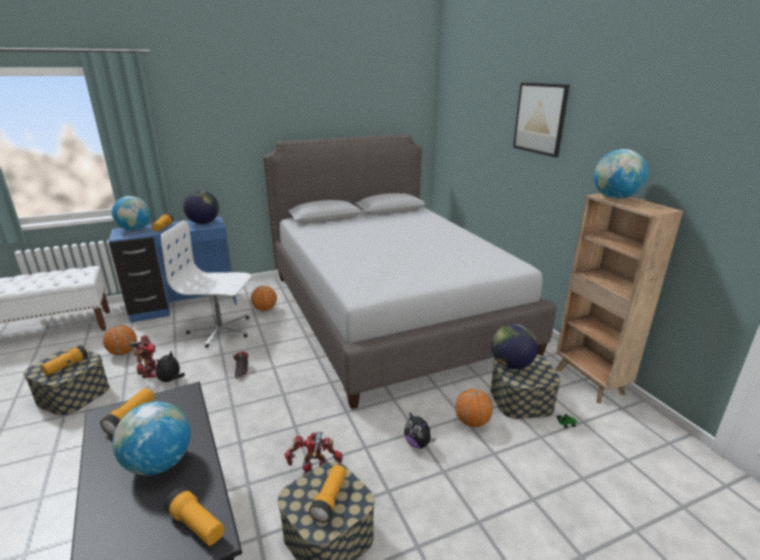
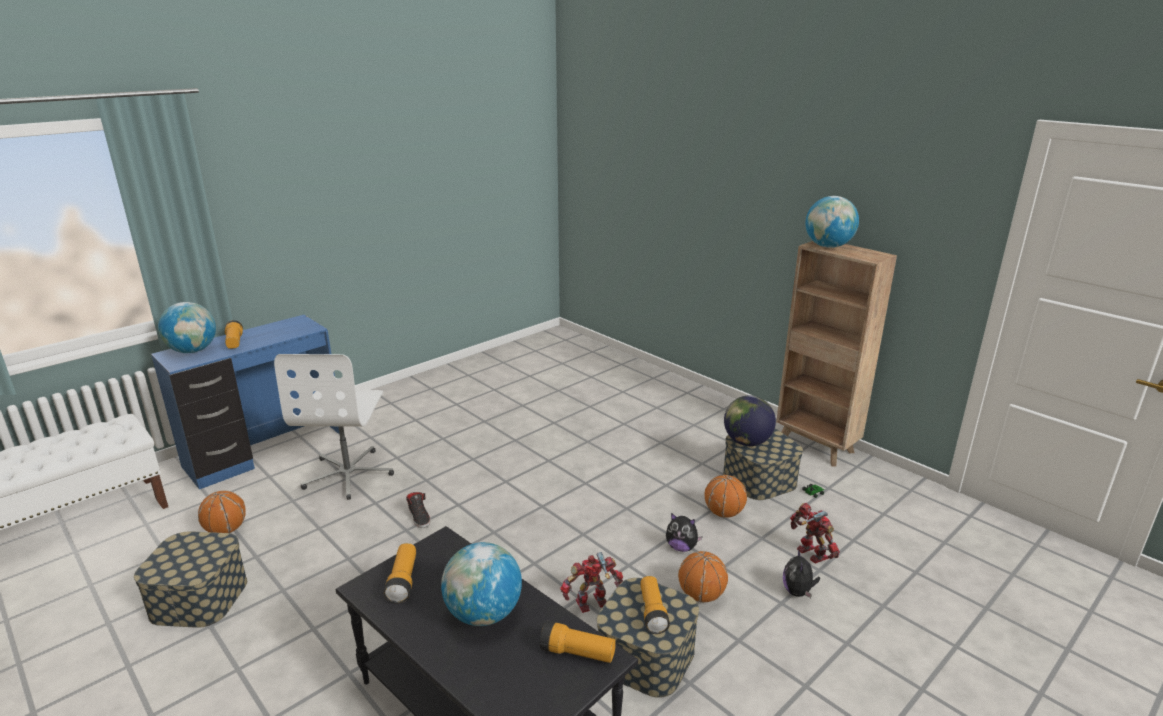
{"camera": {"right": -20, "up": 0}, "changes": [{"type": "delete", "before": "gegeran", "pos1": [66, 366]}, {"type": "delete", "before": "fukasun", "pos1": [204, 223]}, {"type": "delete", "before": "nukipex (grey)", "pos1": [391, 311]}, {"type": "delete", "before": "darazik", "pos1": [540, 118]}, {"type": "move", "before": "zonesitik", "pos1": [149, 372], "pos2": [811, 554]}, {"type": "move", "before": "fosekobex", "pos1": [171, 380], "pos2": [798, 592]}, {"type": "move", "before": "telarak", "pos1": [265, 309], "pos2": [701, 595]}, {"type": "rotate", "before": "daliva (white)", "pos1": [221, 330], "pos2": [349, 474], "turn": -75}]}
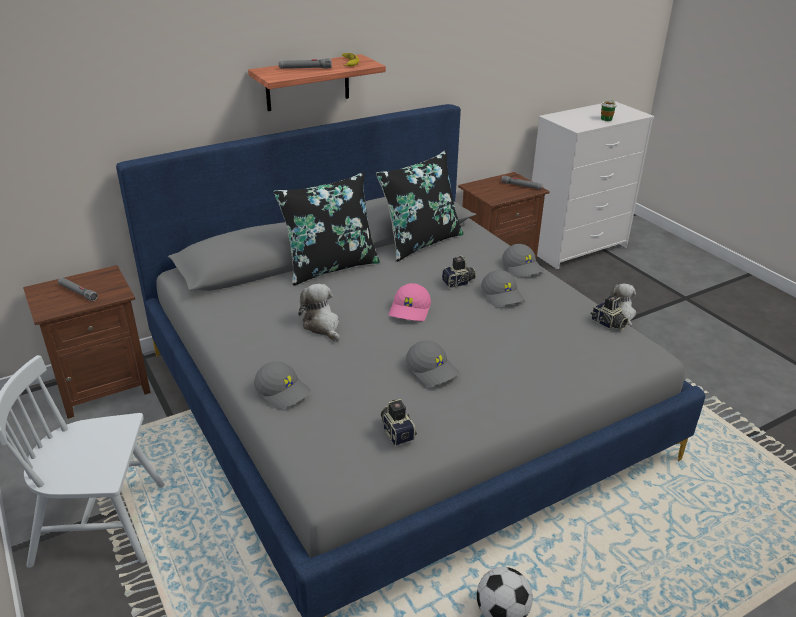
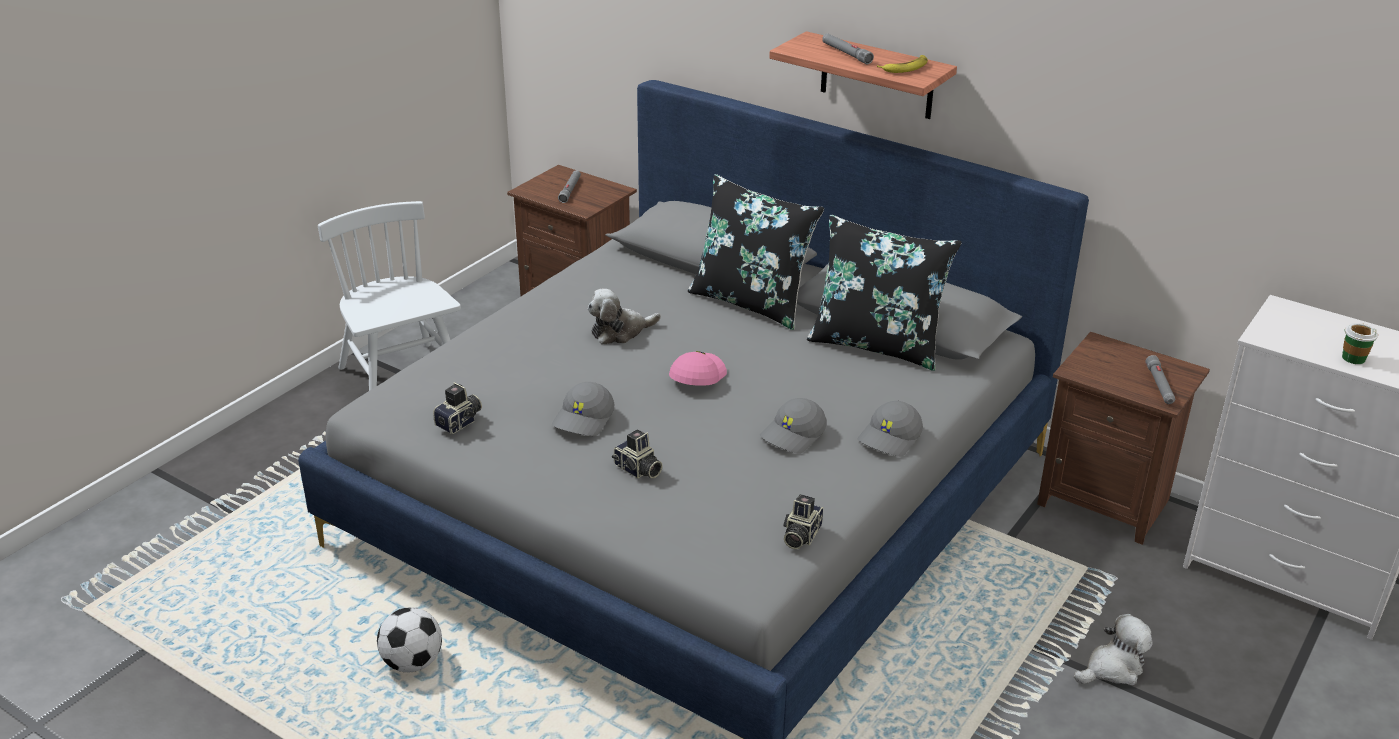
{"camera": {"right": 65, "up": 0}, "changes": [{"type": "delete", "before": "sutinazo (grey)", "pos1": [283, 391]}, {"type": "move", "before": "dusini", "pos1": [459, 283], "pos2": [637, 470]}, {"type": "rotate", "before": "fosekobex", "pos1": [322, 326], "pos2": [620, 332], "turn": -150}, {"type": "rotate", "before": "sutinazo (pink)", "pos1": [410, 310], "pos2": [696, 376], "turn": 120}]}
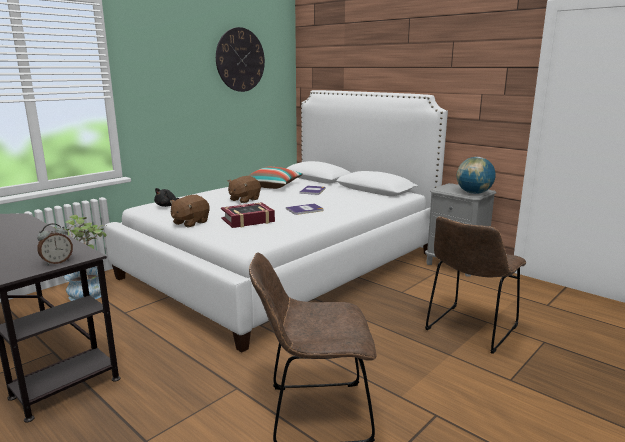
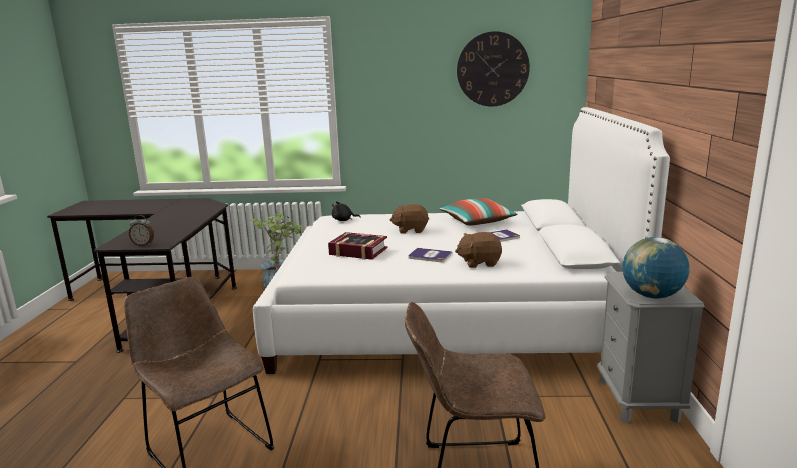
{"camera": {"right": 50, "up": 0}, "changes": [{"type": "move", "before": "fosekobex (brown)", "pos1": [190, 222], "pos2": [479, 262]}]}
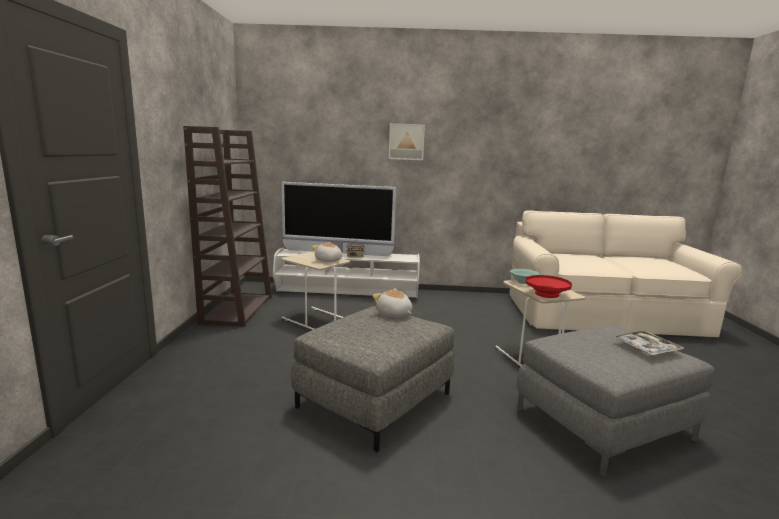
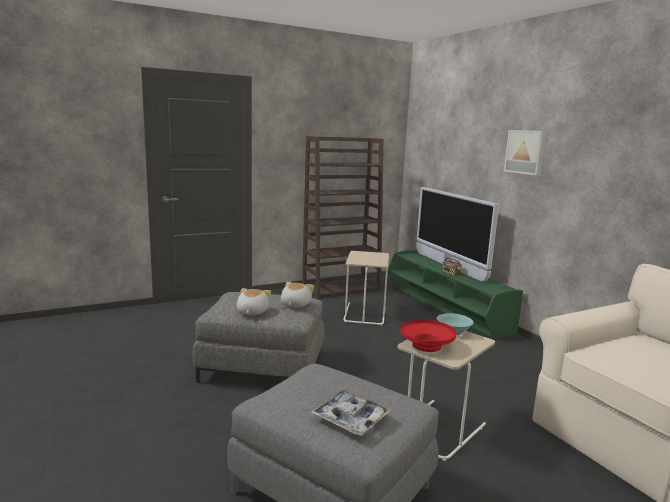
{"camera": {"right": 60, "up": 0}, "changes": [{"type": "move", "before": "fosekobex", "pos1": [328, 260], "pos2": [251, 312]}, {"type": "recolor", "before": "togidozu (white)", "after": "togidozu (green)", "pos1": [348, 292], "pos2": [445, 309]}]}
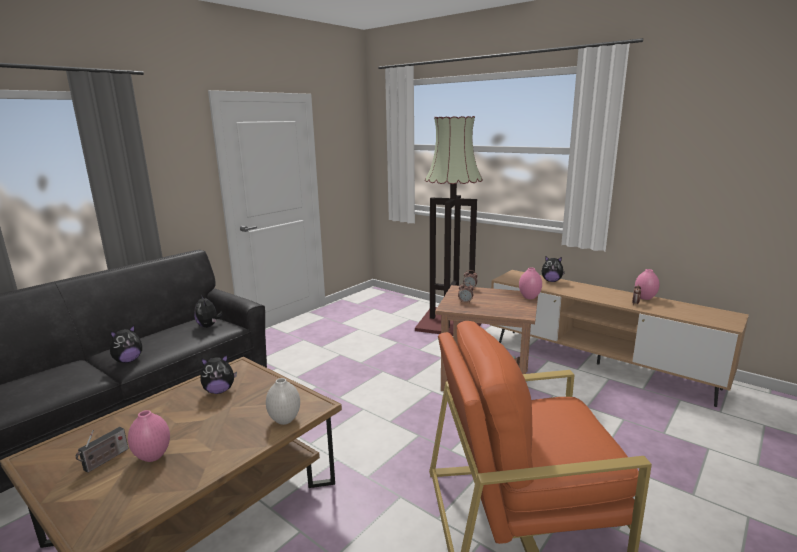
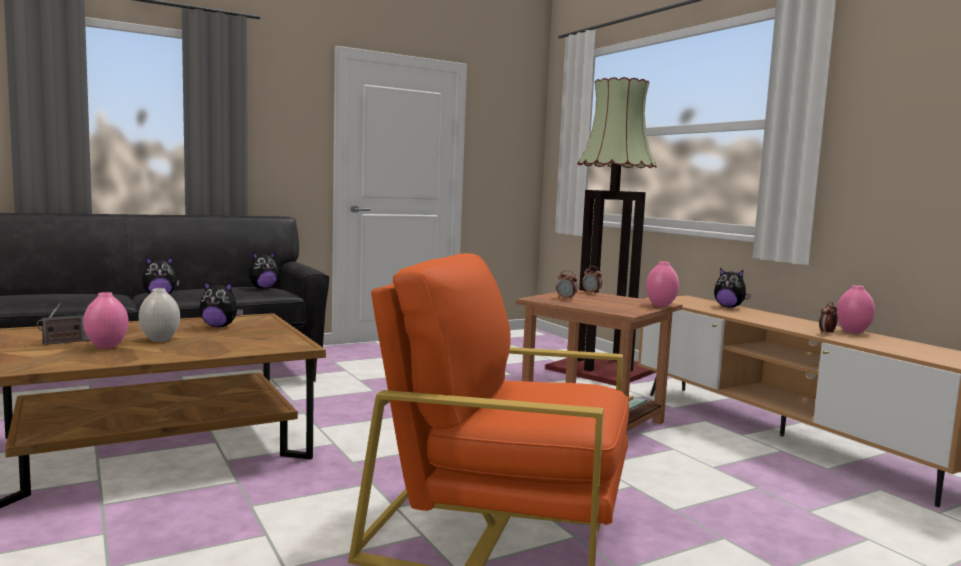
{"camera": {"right": 20, "up": -10}, "changes": [{"type": "move", "before": "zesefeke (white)", "pos1": [284, 420], "pos2": [160, 340]}, {"type": "rotate", "before": "fosekobex", "pos1": [209, 326], "pos2": [263, 288], "turn": -120}]}
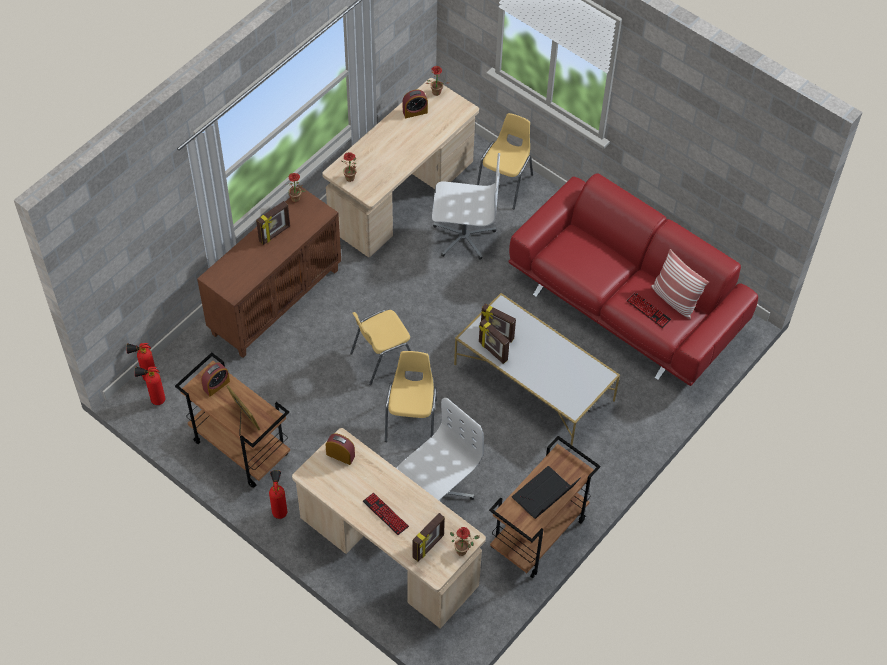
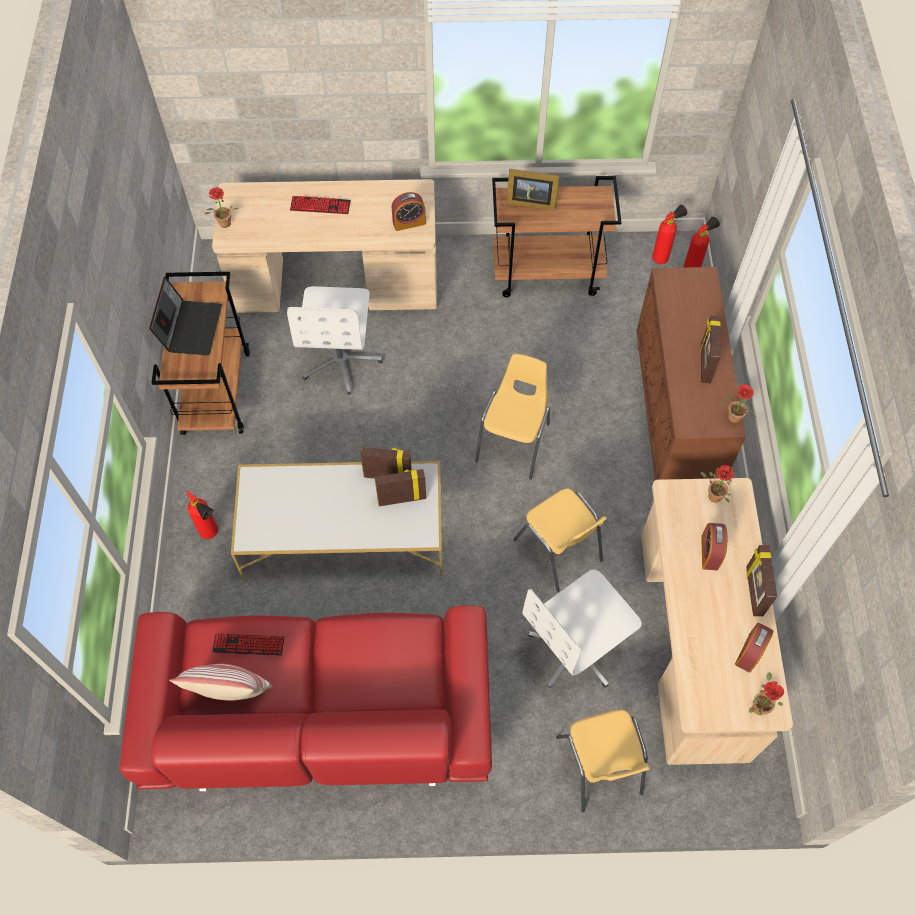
{"camera": {"right": 140, "up": 5}, "changes": [{"type": "move", "before": "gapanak", "pos1": [216, 385], "pos2": [709, 552]}, {"type": "move", "before": "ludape", "pos1": [279, 509], "pos2": [212, 534]}, {"type": "move", "before": "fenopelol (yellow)", "pos1": [412, 420], "pos2": [559, 550]}, {"type": "move", "before": "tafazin", "pos1": [428, 547], "pos2": [753, 591]}]}
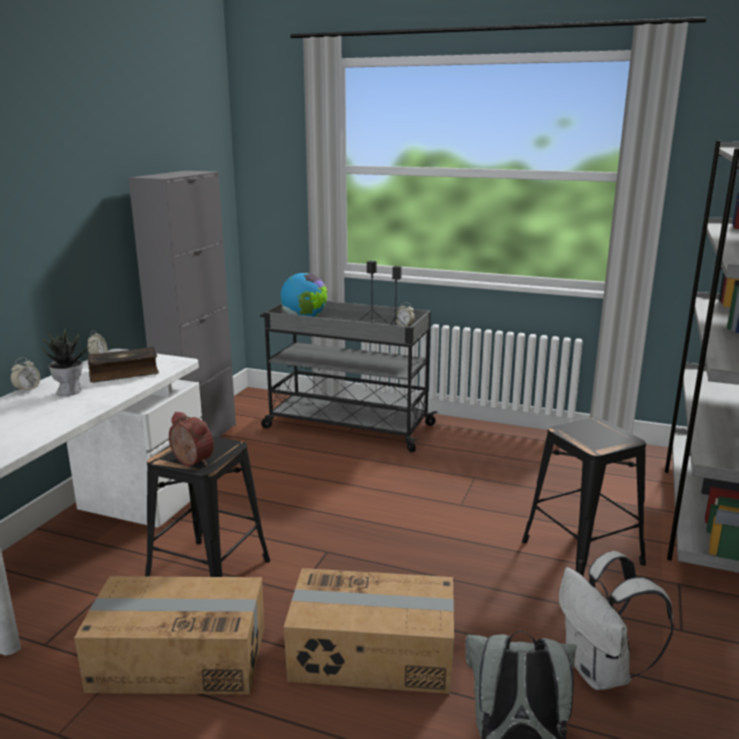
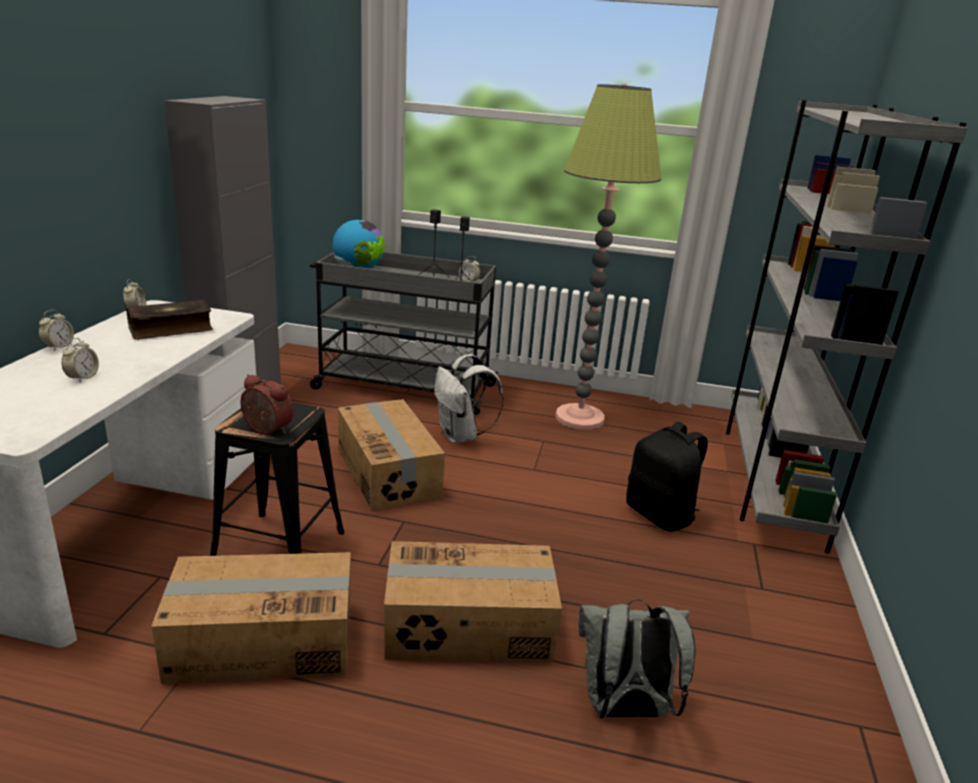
{"camera": {"right": -10, "up": 5}, "changes": [{"type": "delete", "before": "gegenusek", "pos1": [70, 391]}, {"type": "insert", "after": "gapanak", "pos2": [82, 378]}, {"type": "insert", "after": "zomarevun", "pos2": [389, 472]}, {"type": "insert", "after": "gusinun", "pos2": [579, 418]}, {"type": "move", "before": "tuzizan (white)", "pos1": [601, 672], "pos2": [461, 436]}, {"type": "replace", "before": "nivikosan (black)", "after": "tuzizan (black)", "pos1": [583, 552], "pos2": [660, 515]}]}
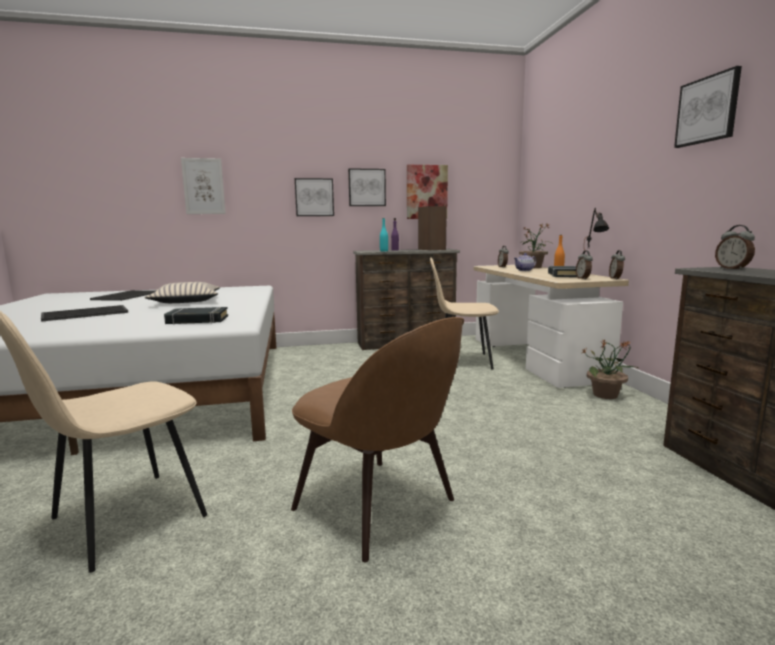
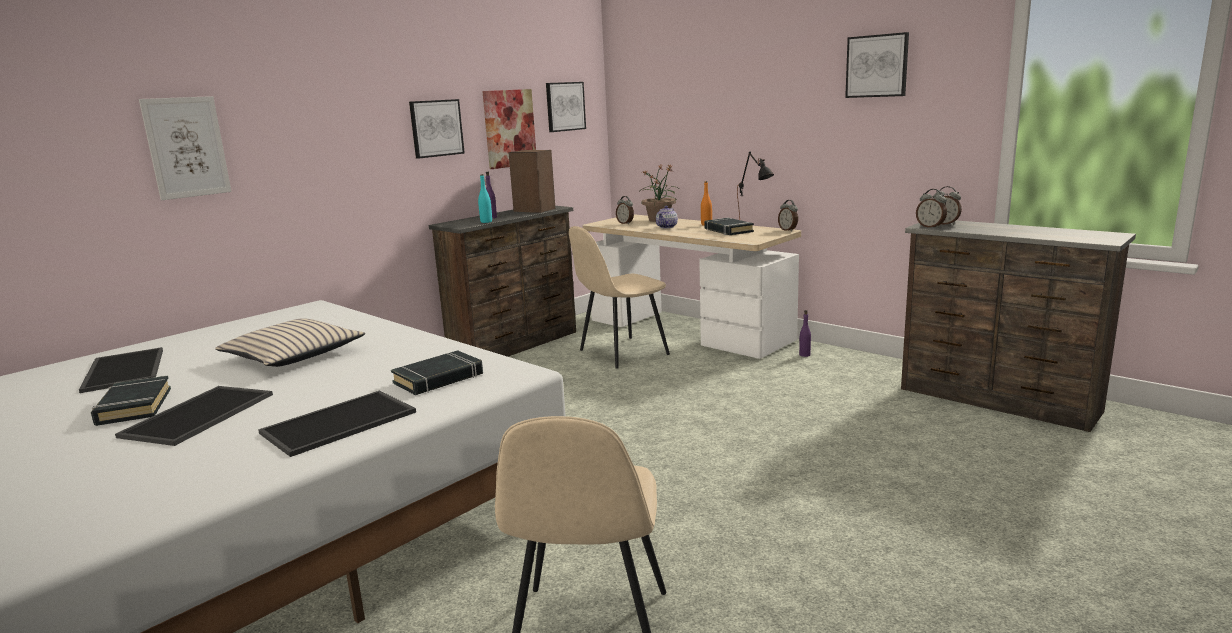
{"camera": {"right": -35, "up": 5}, "changes": [{"type": "delete", "before": "fenopelol (brown)", "pos1": [379, 507]}, {"type": "insert", "after": "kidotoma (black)", "pos2": [134, 406]}, {"type": "insert", "after": "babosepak", "pos2": [339, 424]}, {"type": "move", "before": "darazik", "pos1": [314, 197], "pos2": [565, 106]}, {"type": "move", "before": "gapanak", "pos1": [583, 279], "pos2": [930, 227]}, {"type": "replace", "before": "gegenusek", "after": "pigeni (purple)", "pos1": [606, 395], "pos2": [804, 355]}]}
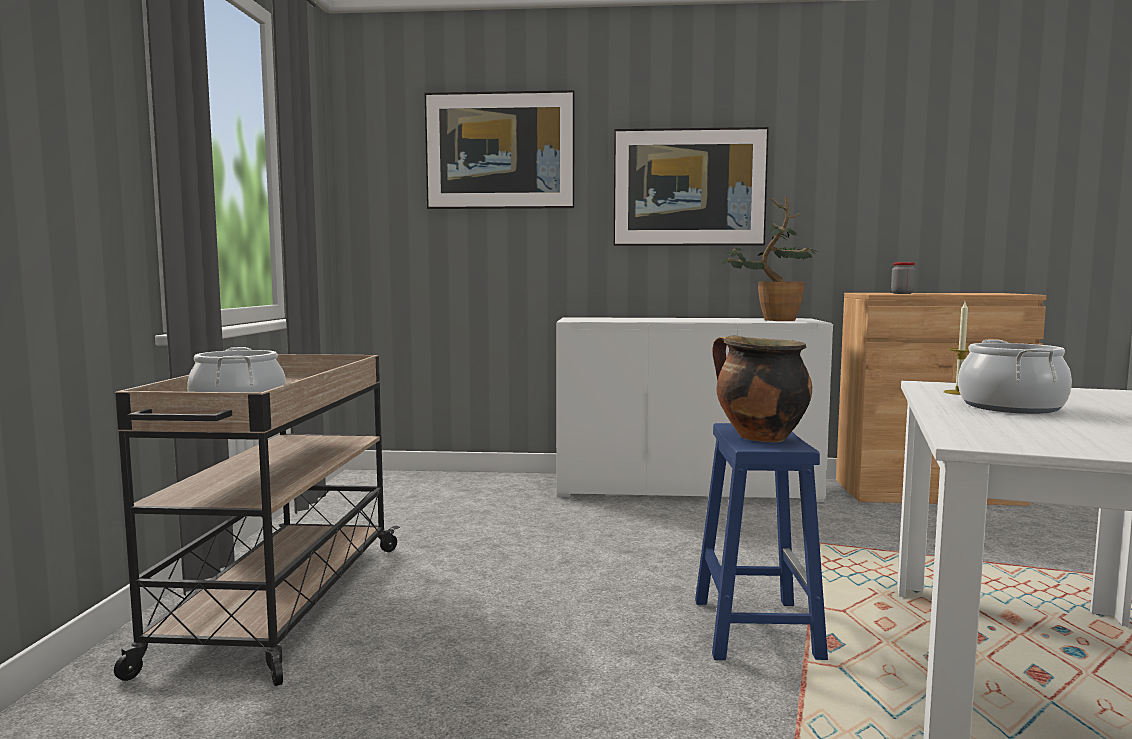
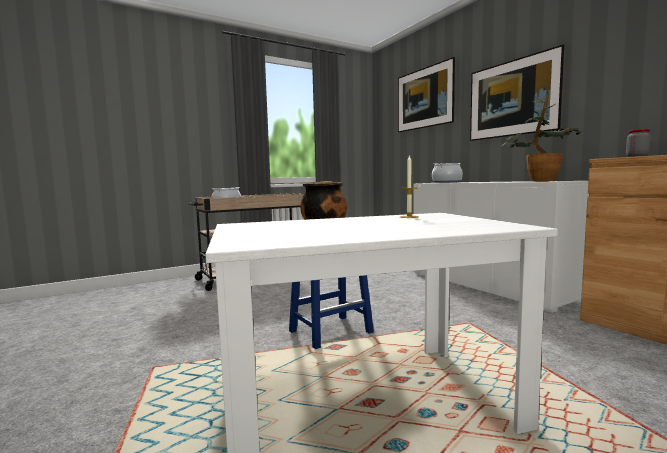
{"camera": {"right": 55, "up": 0}, "changes": [{"type": "move", "before": "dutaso", "pos1": [1010, 407], "pos2": [446, 182]}]}
